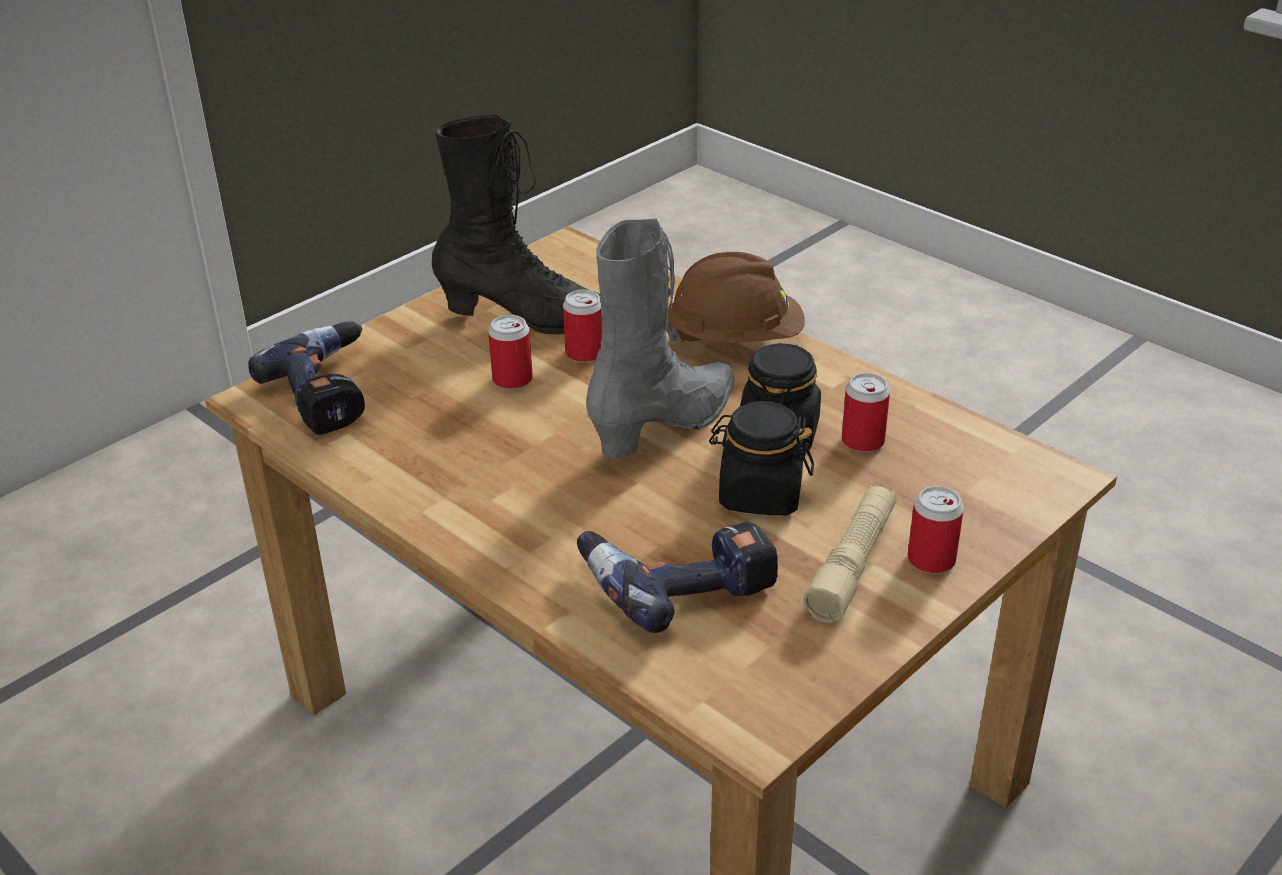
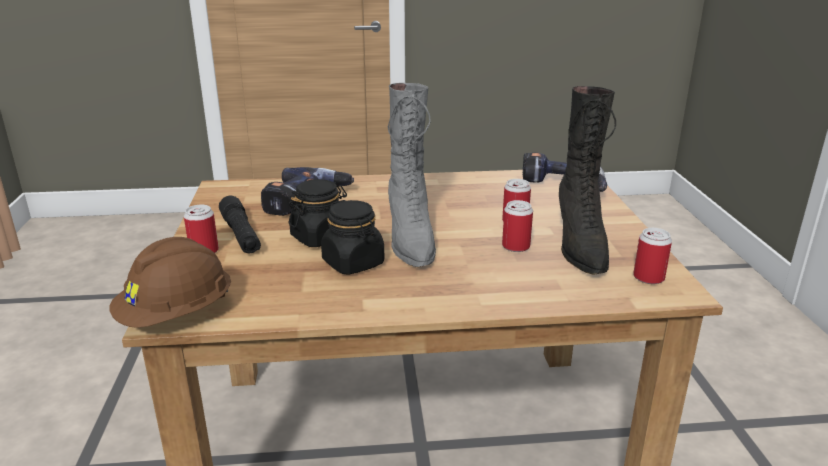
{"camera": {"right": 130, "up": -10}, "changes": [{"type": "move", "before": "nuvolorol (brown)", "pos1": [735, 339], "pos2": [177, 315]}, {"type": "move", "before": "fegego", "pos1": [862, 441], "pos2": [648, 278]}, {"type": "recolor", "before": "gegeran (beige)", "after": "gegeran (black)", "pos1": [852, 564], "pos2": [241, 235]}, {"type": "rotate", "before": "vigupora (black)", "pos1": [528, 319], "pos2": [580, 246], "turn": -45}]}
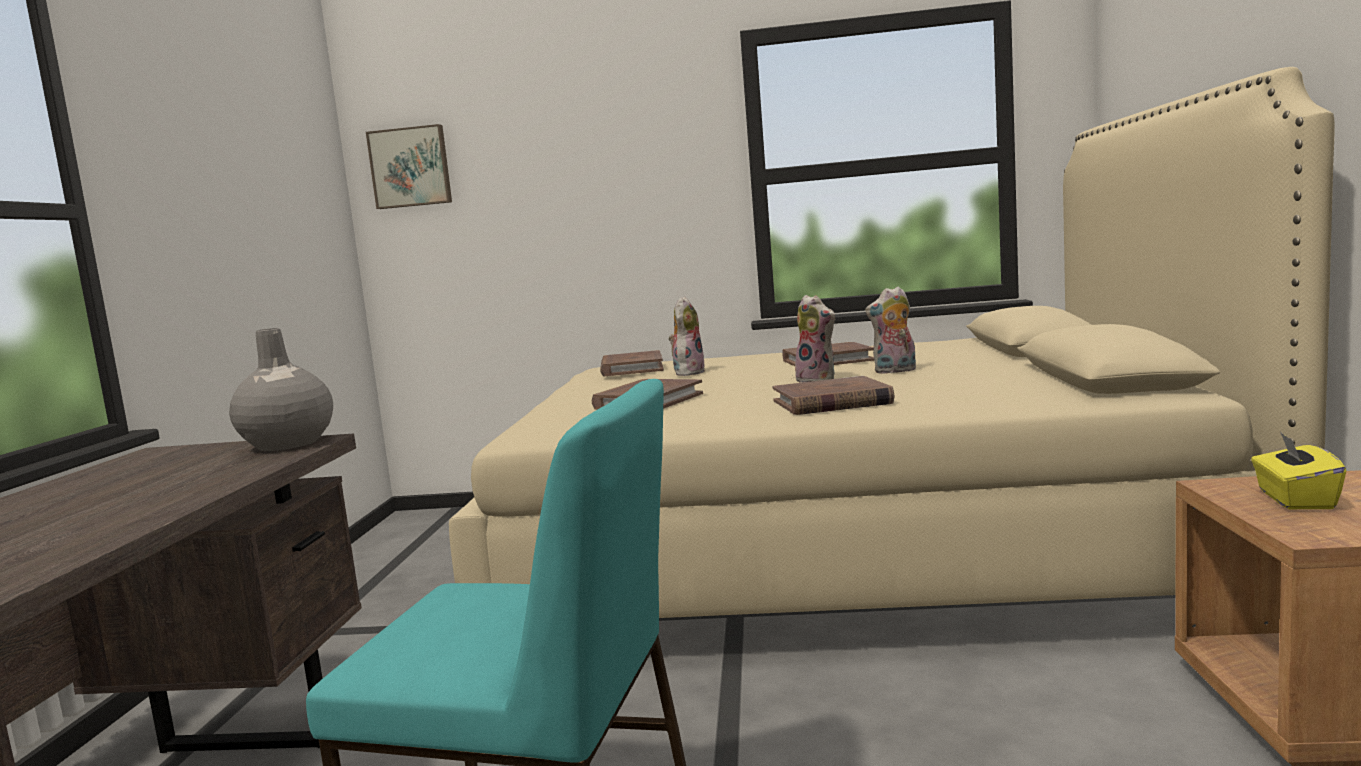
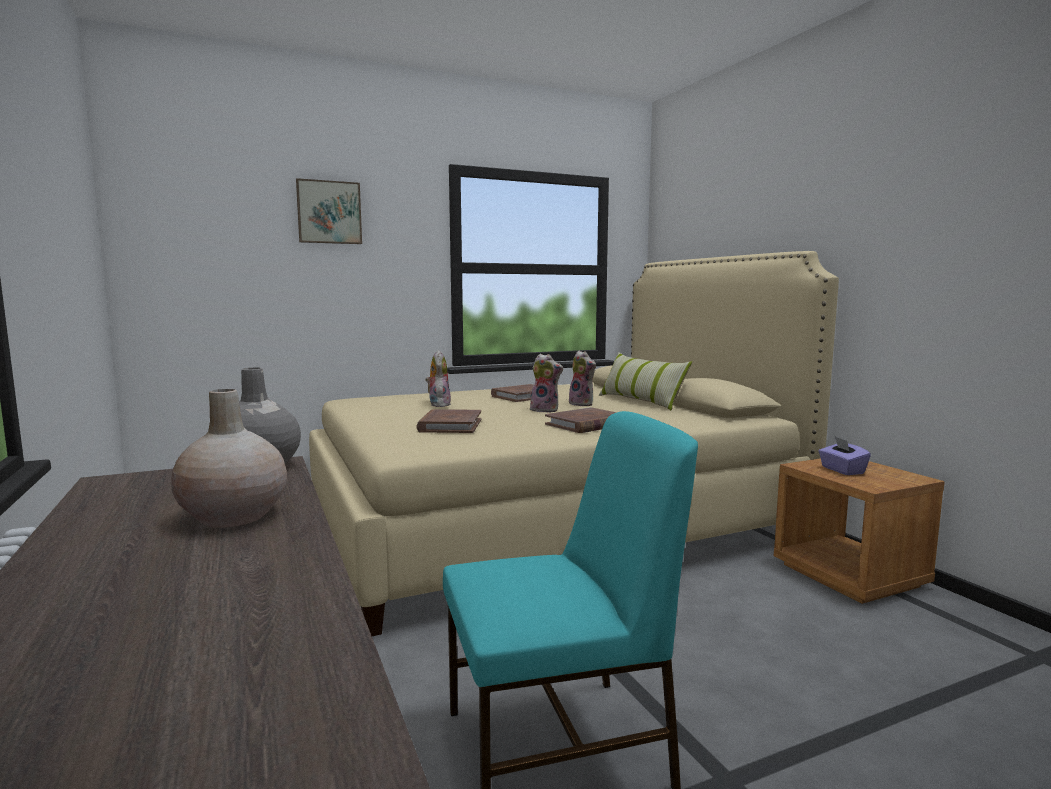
{"camera": {"right": -30, "up": 0}, "changes": [{"type": "delete", "before": "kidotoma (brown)", "pos1": [631, 368]}, {"type": "insert", "after": "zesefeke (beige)", "pos2": [233, 517]}, {"type": "insert", "after": "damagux", "pos2": [641, 401]}, {"type": "move", "before": "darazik", "pos1": [411, 167], "pos2": [329, 212]}, {"type": "recolor", "before": "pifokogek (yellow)", "after": "pifokogek (purple)", "pos1": [1294, 500], "pos2": [842, 470]}, {"type": "rotate", "before": "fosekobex", "pos1": [895, 371], "pos2": [583, 404], "turn": -90}]}
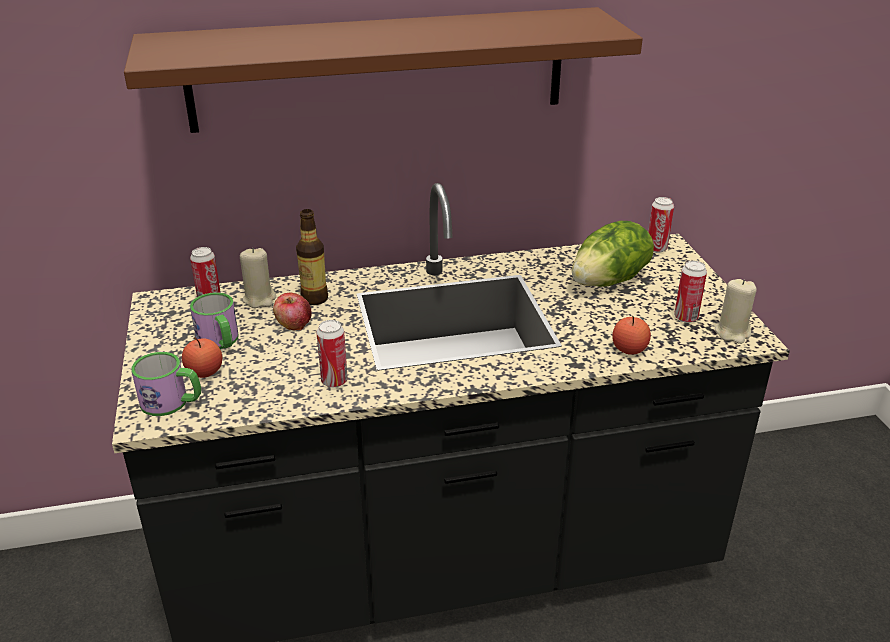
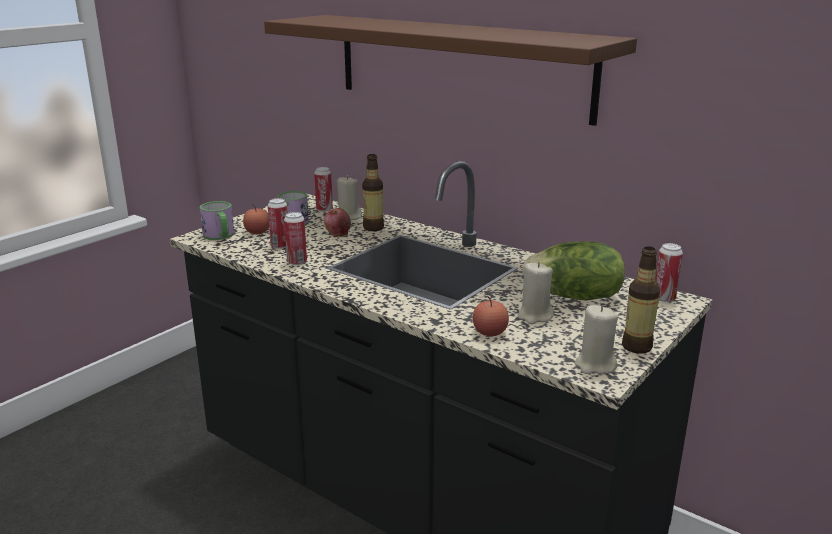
{"camera": {"right": 50, "up": -10}, "changes": [{"type": "insert", "after": "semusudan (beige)", "pos2": [534, 316]}, {"type": "insert", "after": "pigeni", "pos2": [636, 347]}, {"type": "move", "before": "fegego", "pos1": [686, 317], "pos2": [280, 246]}]}
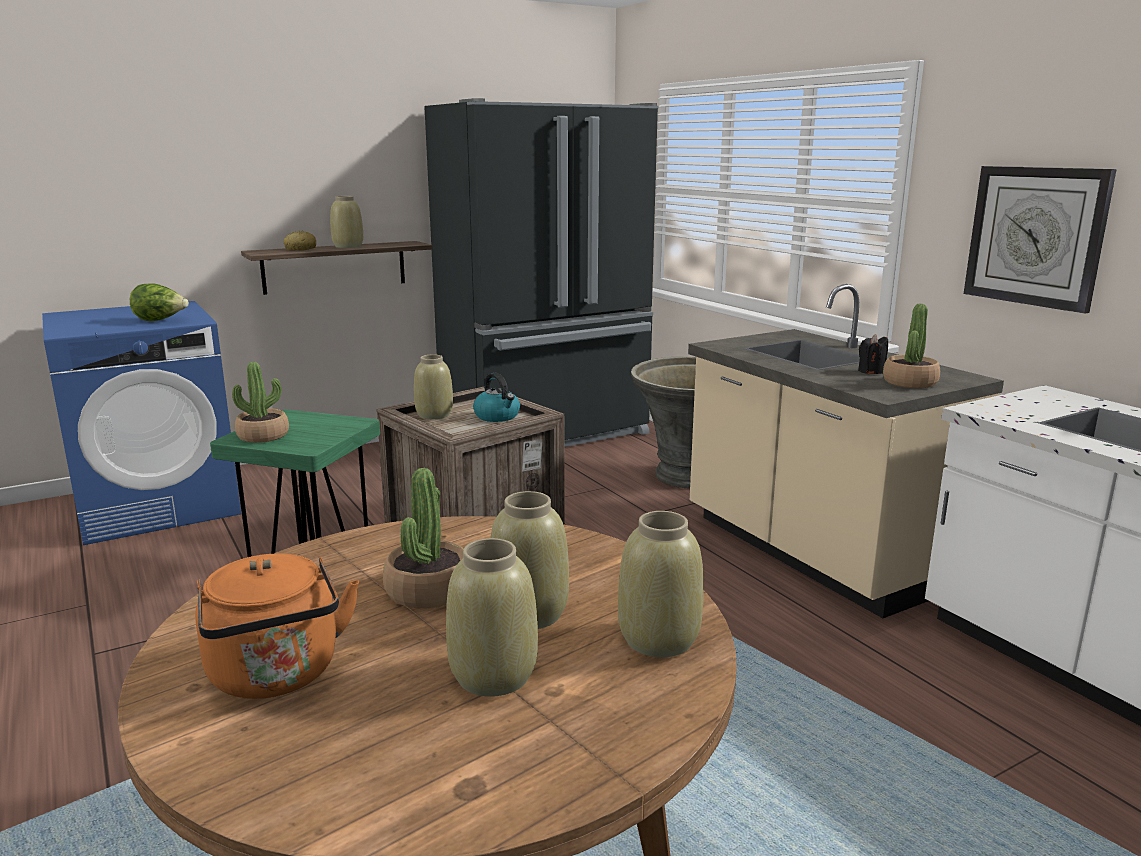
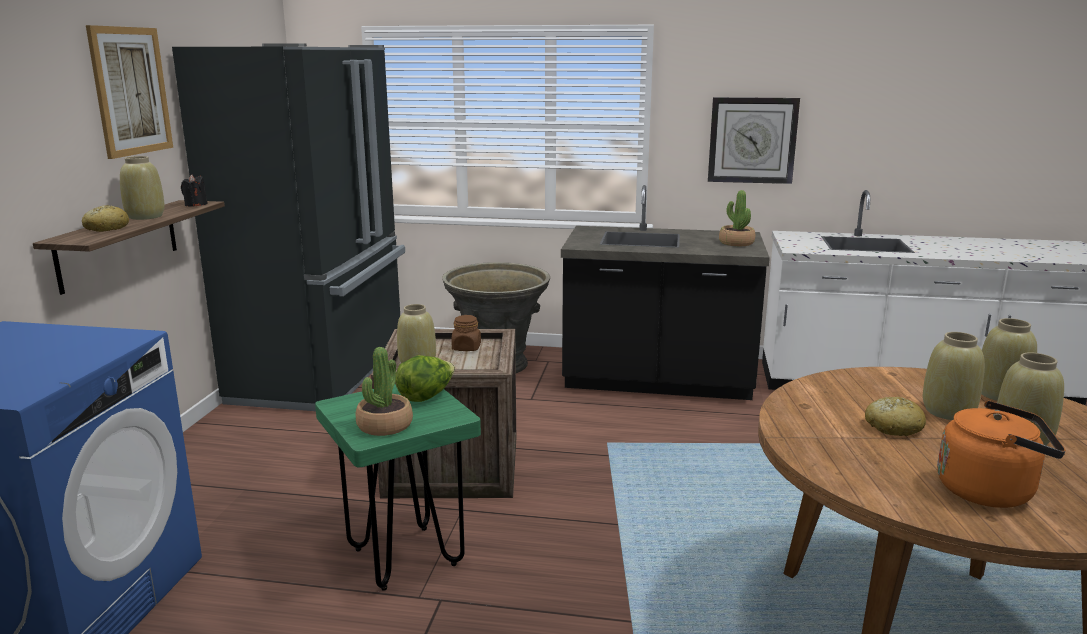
{"camera": {"right": -50, "up": 0}, "changes": [{"type": "insert", "after": "darazik", "pos2": [131, 91]}, {"type": "move", "before": "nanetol", "pos1": [160, 320], "pos2": [426, 396]}, {"type": "move", "before": "semusudan (black)", "pos1": [871, 371], "pos2": [196, 205]}, {"type": "replace", "before": "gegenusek", "after": "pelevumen", "pos1": [428, 590], "pos2": [892, 427]}, {"type": "replace", "before": "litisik", "after": "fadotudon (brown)", "pos1": [497, 416], "pos2": [466, 348]}, {"type": "recolor", "before": "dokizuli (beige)", "after": "dokizuli (black)", "pos1": [814, 552], "pos2": [657, 381]}]}
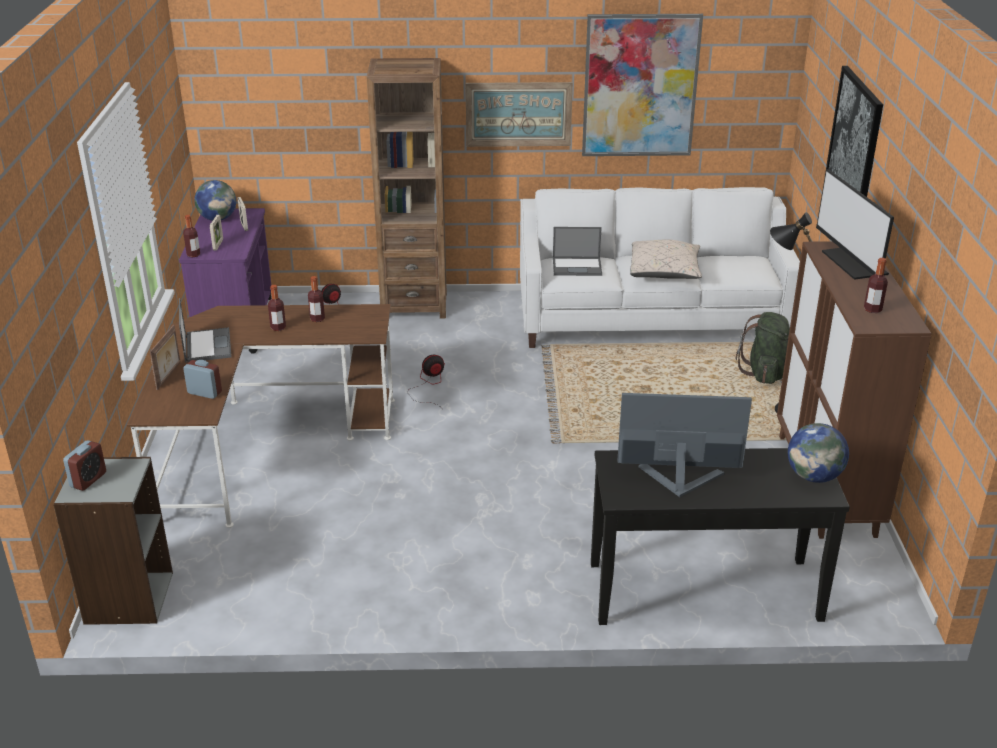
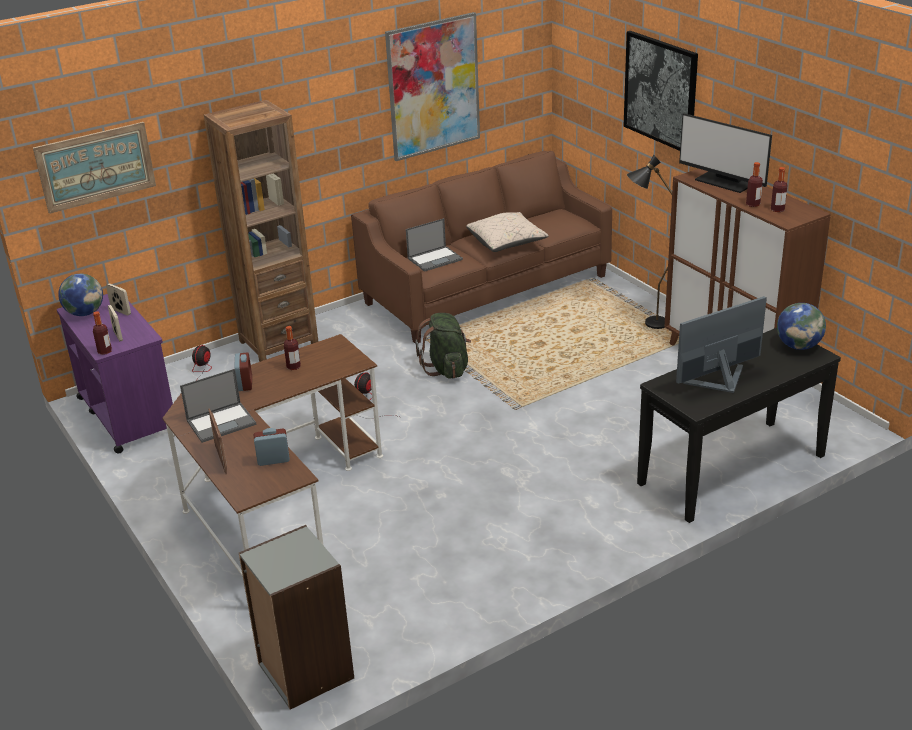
{"camera": {"right": -30, "up": 0}, "changes": [{"type": "move", "before": "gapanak", "pos1": [88, 480], "pos2": [245, 383]}, {"type": "move", "before": "pigeni", "pos1": [278, 328], "pos2": [753, 204]}, {"type": "move", "before": "darazik", "pos1": [518, 114], "pos2": [96, 167]}, {"type": "move", "before": "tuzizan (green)", "pos1": [765, 373], "pos2": [447, 369]}, {"type": "recolor", "before": "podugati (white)", "after": "podugati (brown)", "pos1": [651, 319], "pos2": [487, 289]}, {"type": "rotate", "before": "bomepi", "pos1": [207, 345], "pos2": [222, 422], "turn": 105}]}
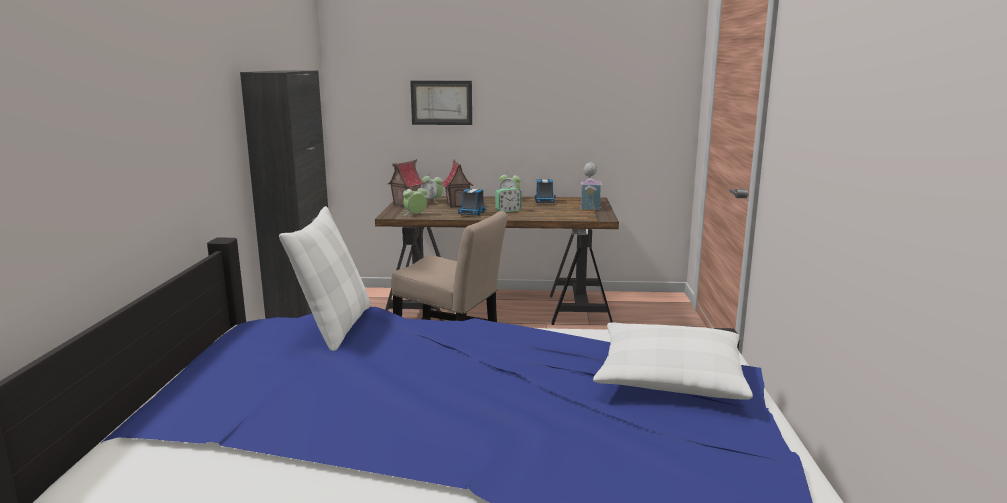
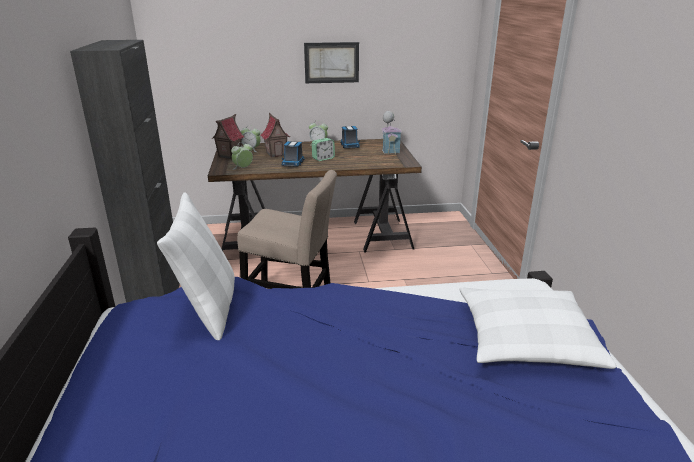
{"camera": {"right": -10, "up": 10}, "changes": [{"type": "move", "before": "darazik", "pos1": [441, 102], "pos2": [331, 62]}]}
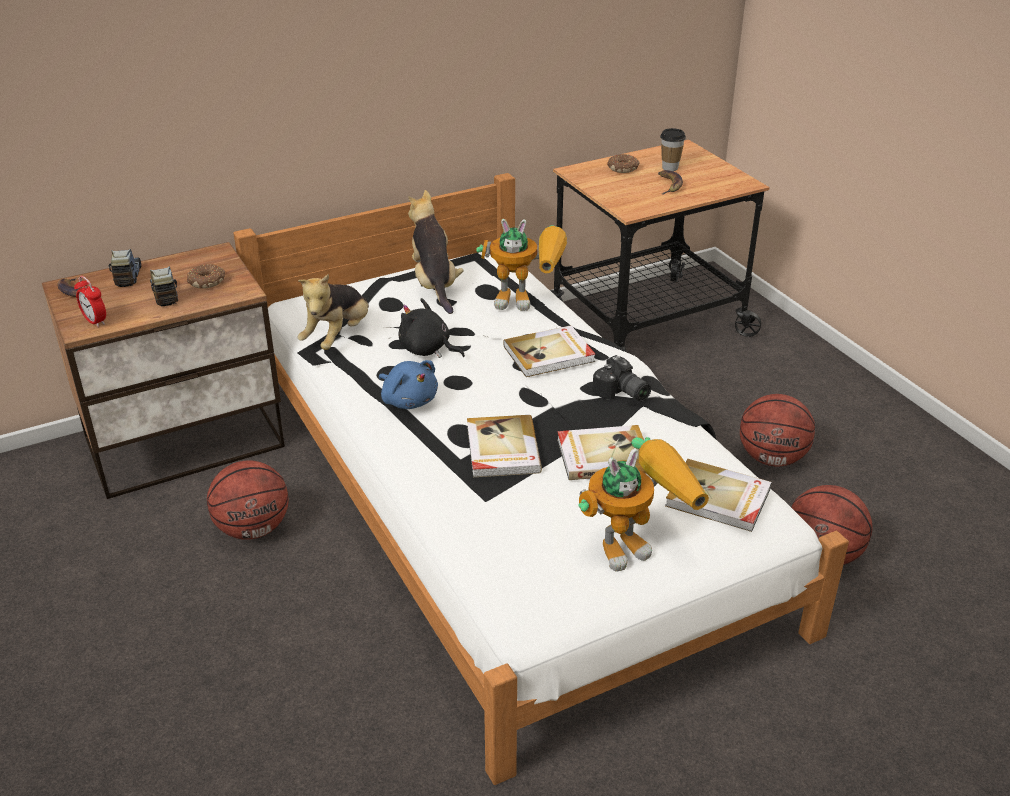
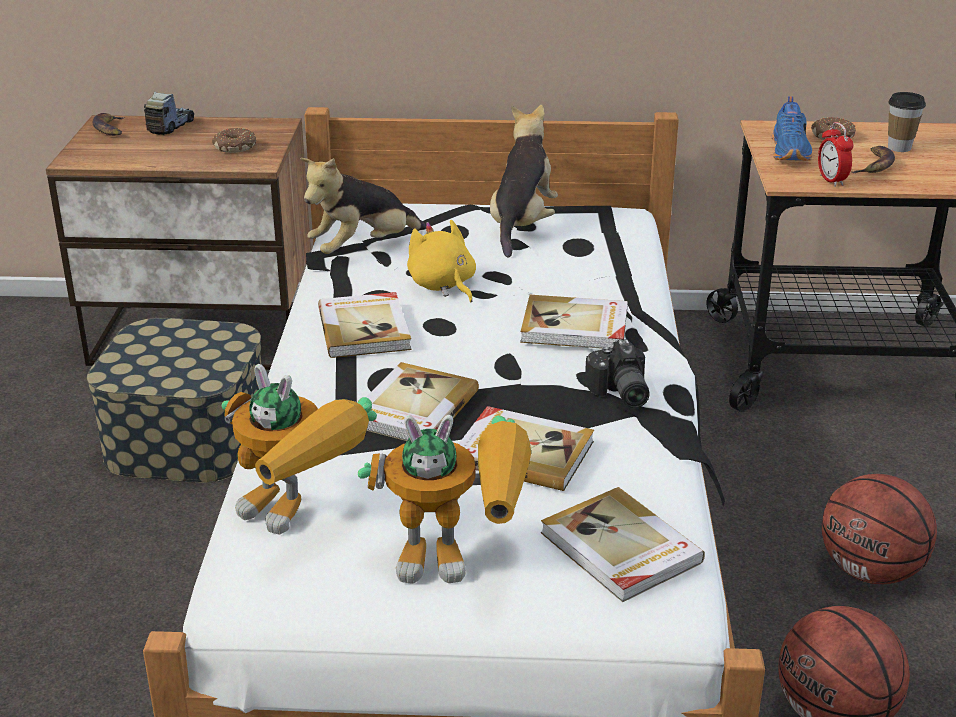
{"camera": {"right": 30, "up": -5}, "changes": [{"type": "delete", "before": "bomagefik", "pos1": [165, 295]}, {"type": "insert", "after": "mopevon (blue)", "pos2": [791, 152]}, {"type": "move", "before": "gapanak", "pos1": [95, 321], "pos2": [831, 180]}, {"type": "move", "before": "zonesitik", "pos1": [528, 301], "pos2": [300, 517]}, {"type": "replace", "before": "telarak", "after": "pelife", "pos1": [253, 529], "pos2": [187, 438]}, {"type": "replace", "before": "fosekobex (blue)", "after": "kidotoma", "pos1": [408, 400], "pos2": [365, 328]}, {"type": "recolor", "before": "fosekobex (black)", "after": "fosekobex (yellow)", "pos1": [427, 350], "pos2": [443, 286]}]}
